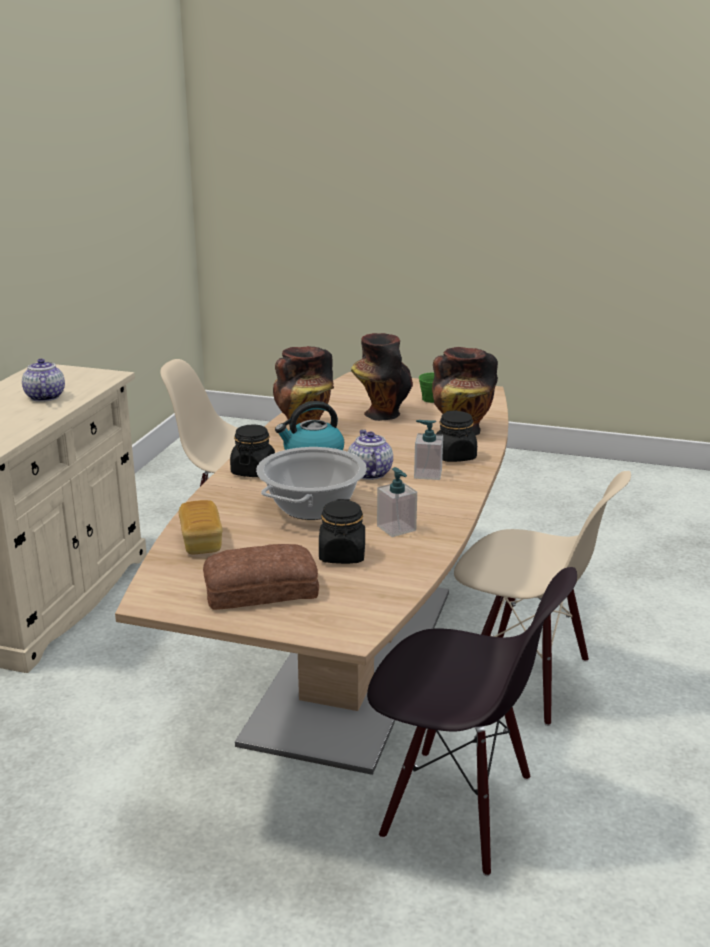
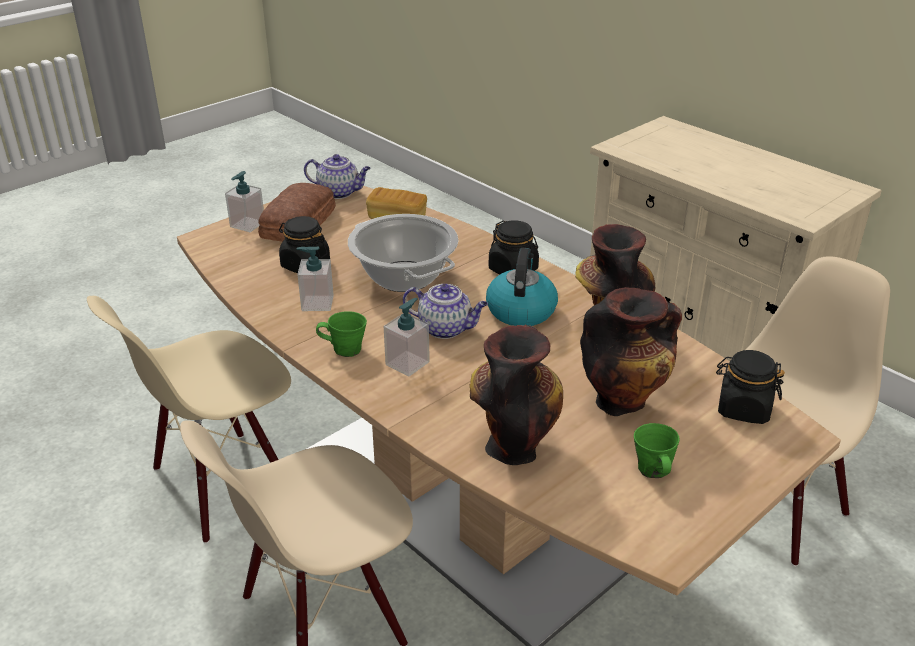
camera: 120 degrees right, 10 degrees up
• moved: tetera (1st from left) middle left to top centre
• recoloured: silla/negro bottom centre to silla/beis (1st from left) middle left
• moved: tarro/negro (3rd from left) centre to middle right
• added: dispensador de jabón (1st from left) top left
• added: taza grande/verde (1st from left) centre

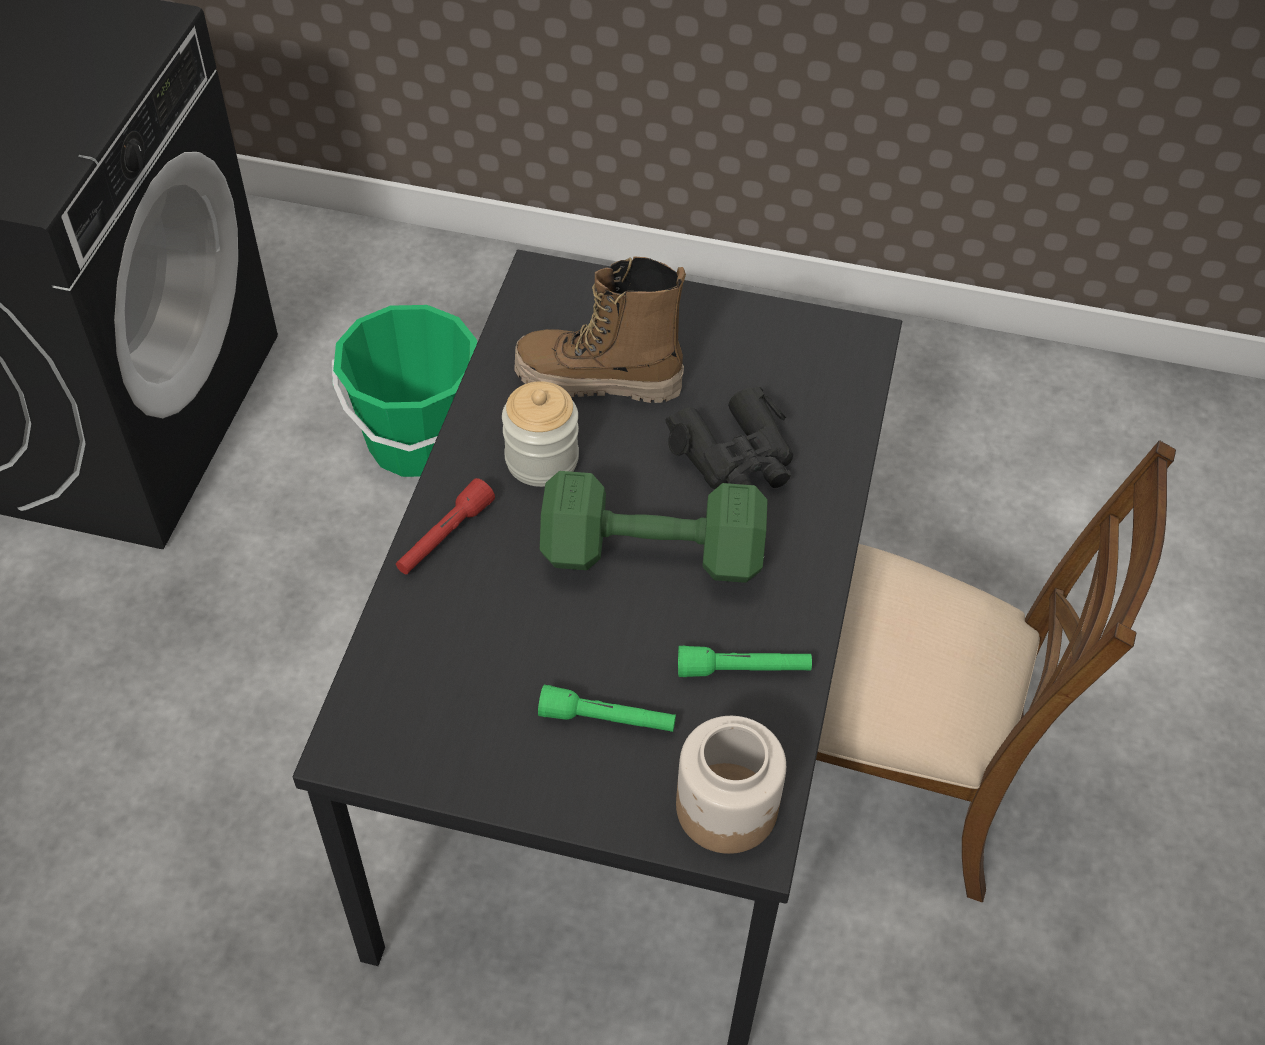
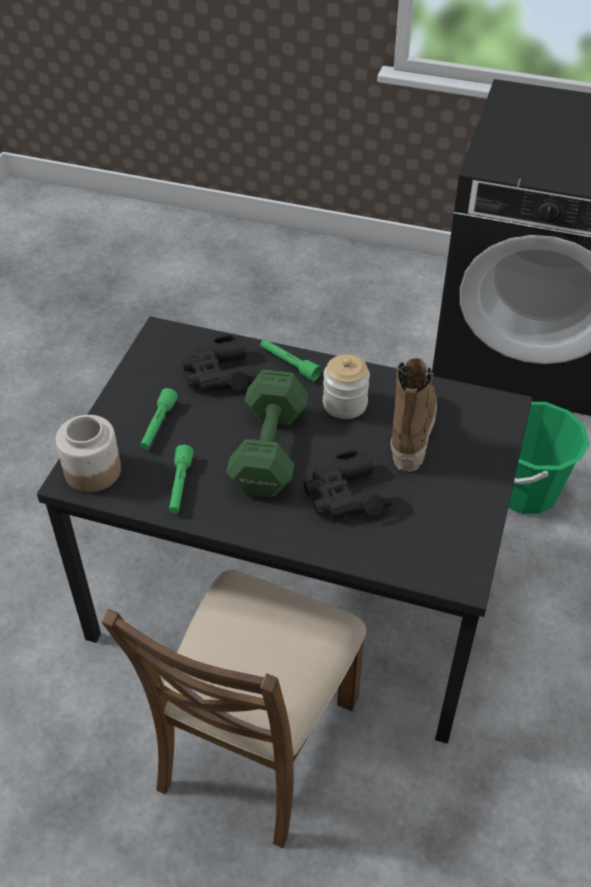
camera: 95 degrees right, 5 degrees down
• recoloured: linterna/rojo centre to linterna/verde (3rd from left) centre
• added: prismáticos/negro (1st from left) centre

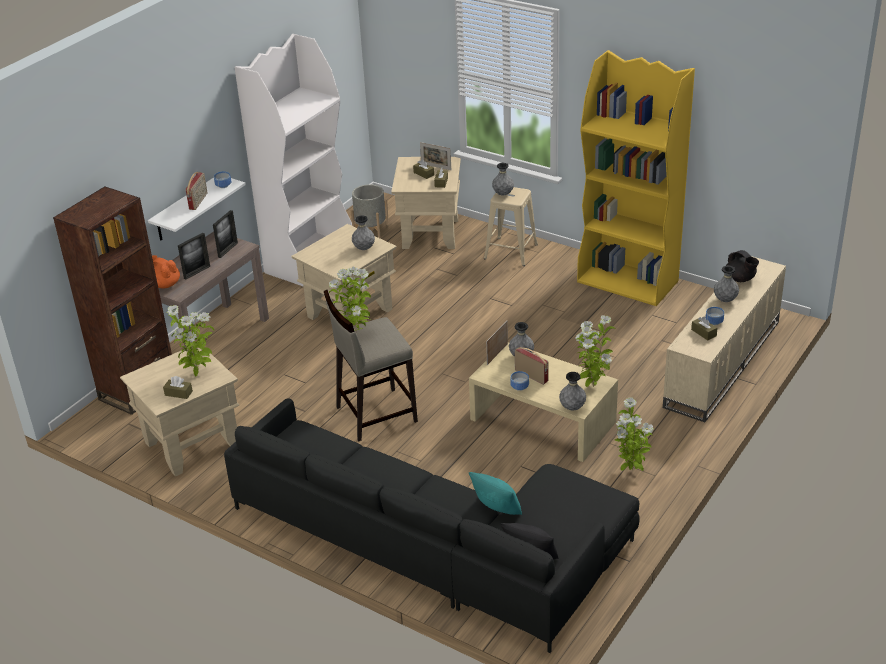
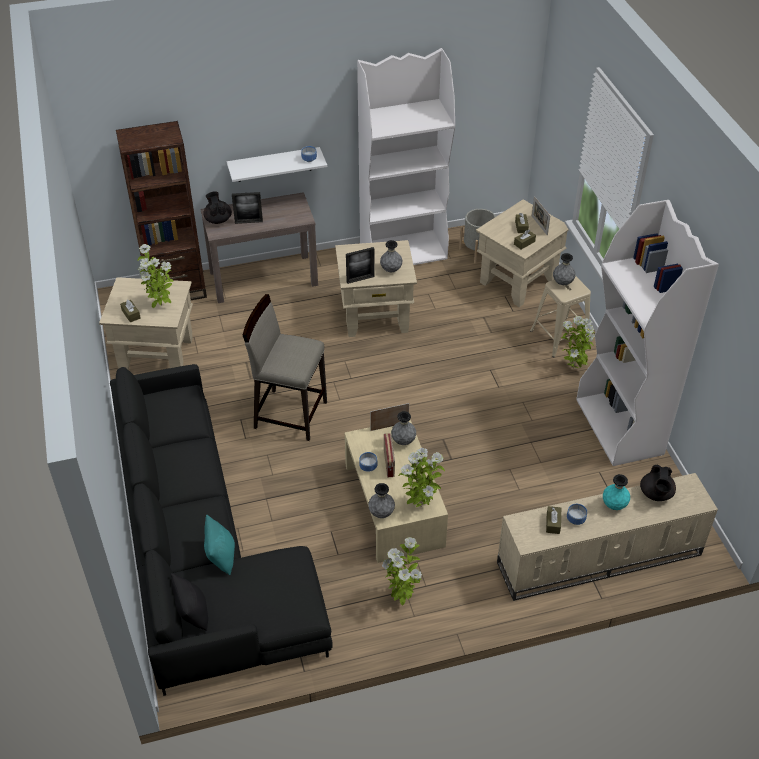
camera: 40 degrees right, 10 degrees up
• recoloured: tetera/naranja middle left to tetera/negro (1st from left) top left
• removed: radio (1st from left) top left
• moved: portarretratos (2nd from left) middle left to centre
• moved: planta en maceta (2nd from left in the first image) centre to planta en maceta (4th from left) middle right
• recoloured: estantería/amarillo top right to estantería/blanco (2nd from left) middle right
• recoloured: florero/gris (5th from left) middle right to florero/turquesa middle right

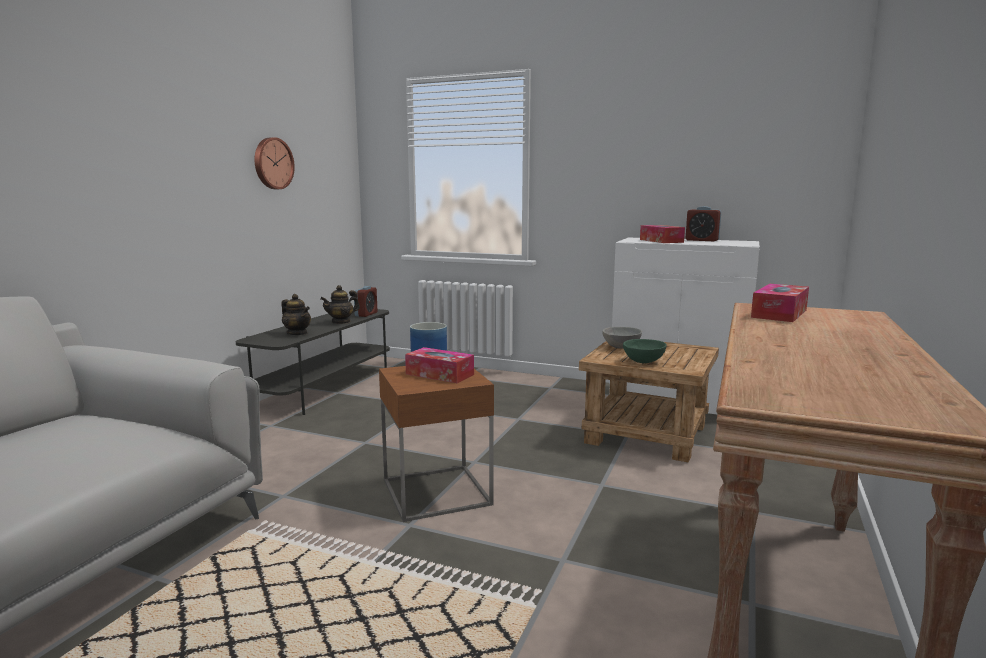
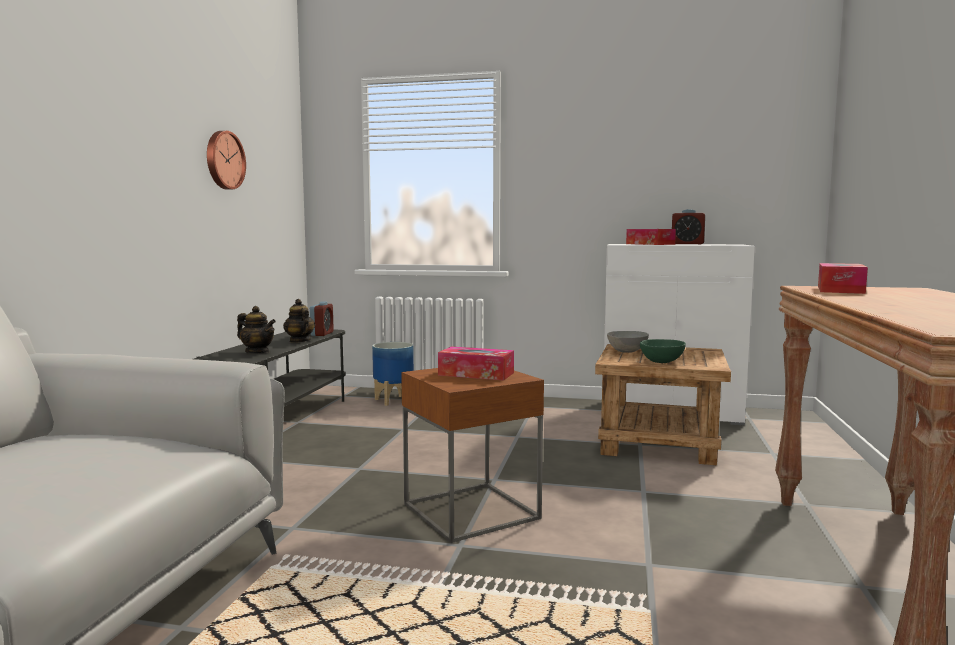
camera: 10 degrees left, 5 degrees down
• turned: tetera (2nd from left) centre = middle left 105 degrees clockwise

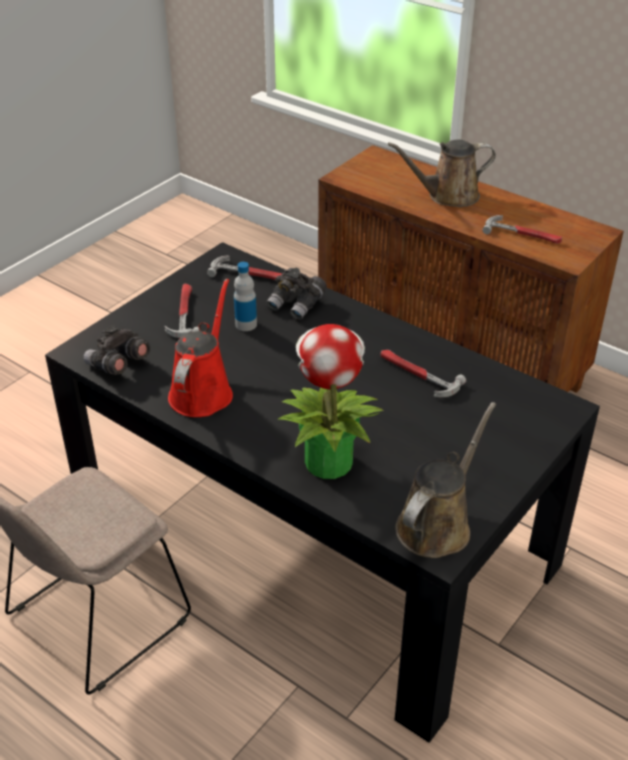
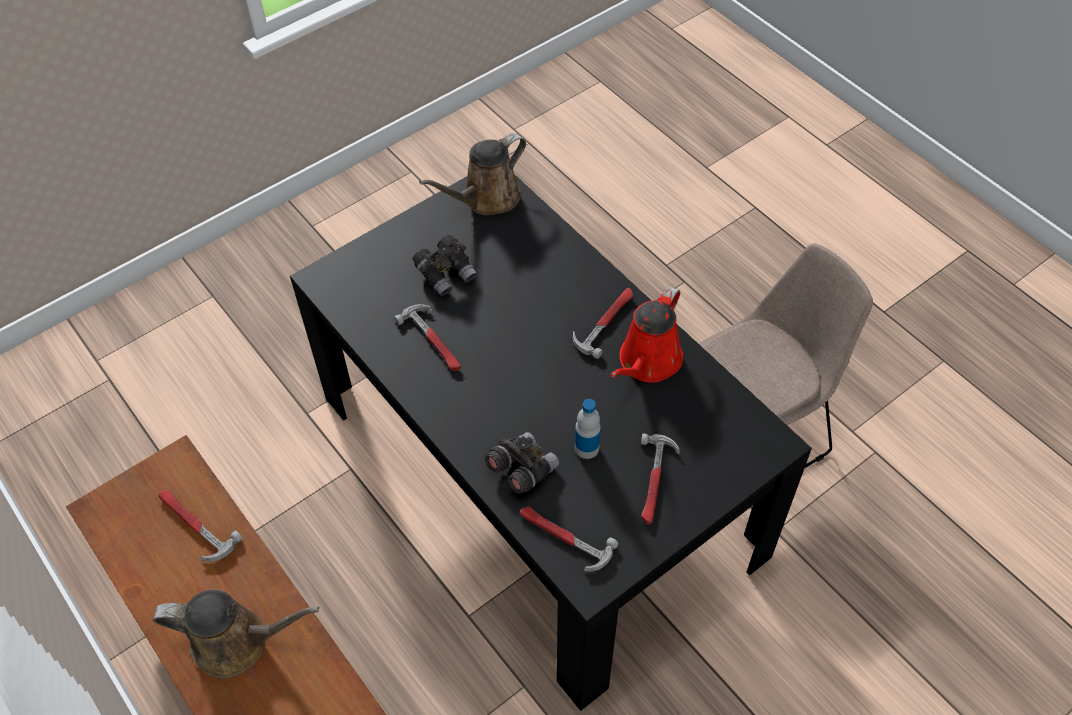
camera: 165 degrees left, 15 degrees up
• moved: prismáticos/gris (1st from left) middle left to centre
• removed: planta en maceta centre
• added: martillo (4th from left) centre

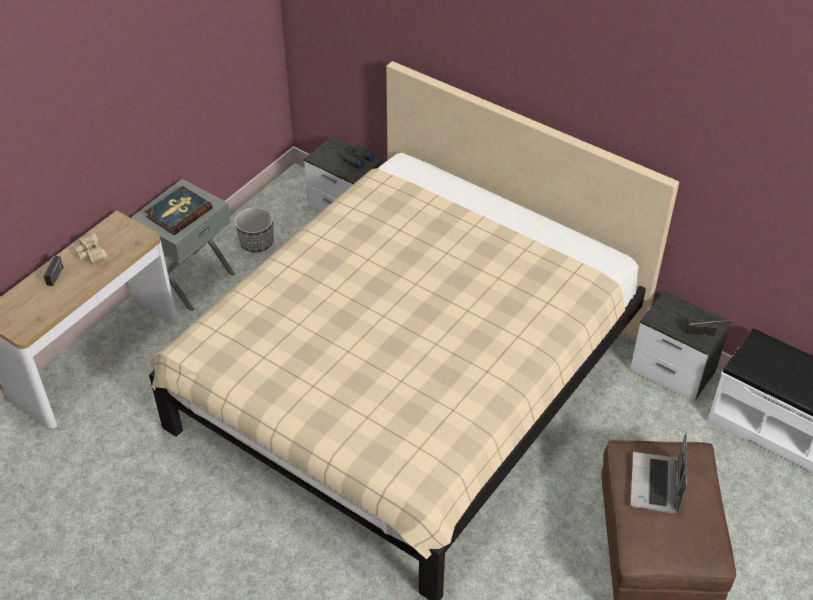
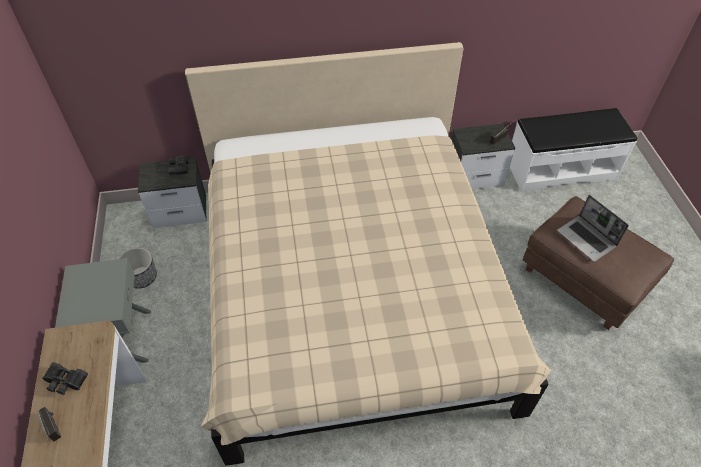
camera: 45 degrees left, 5 degrees up
• recoloured: prismáticos/beis middle left to prismáticos/negro (1st from left) bottom left
• removed: libro middle left

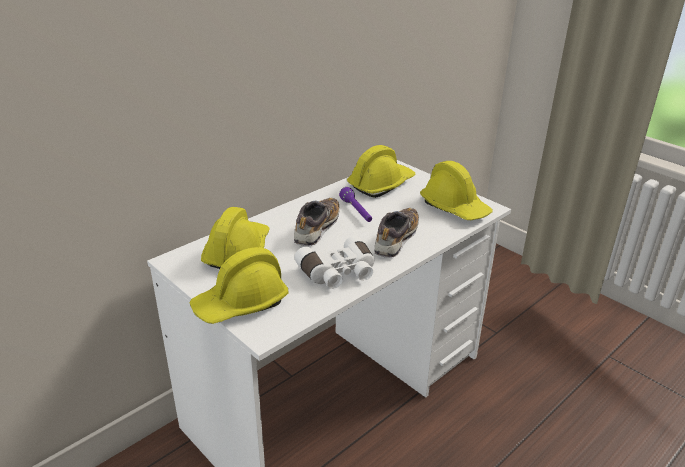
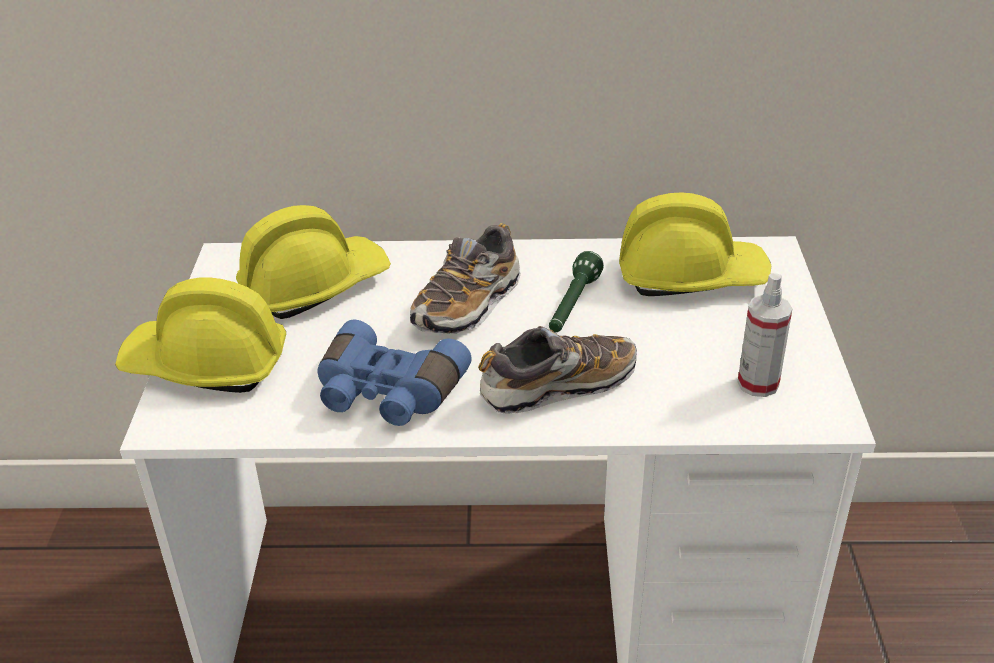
camera: 45 degrees right, 5 degrees up
• turned: zapato (1st from left) centre = centre 150 degrees clockwise
• recoloured: prismáticos/blanco centre to prismáticos/azul centre
• recoloured: linterna/morado centre to linterna/verde centre
• replaced: casco/amarillo (4th from left) centre to pulverizador middle right

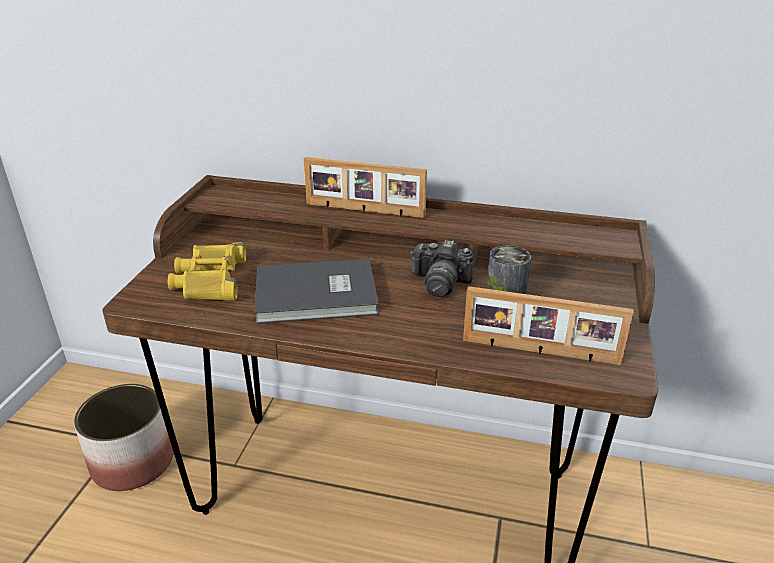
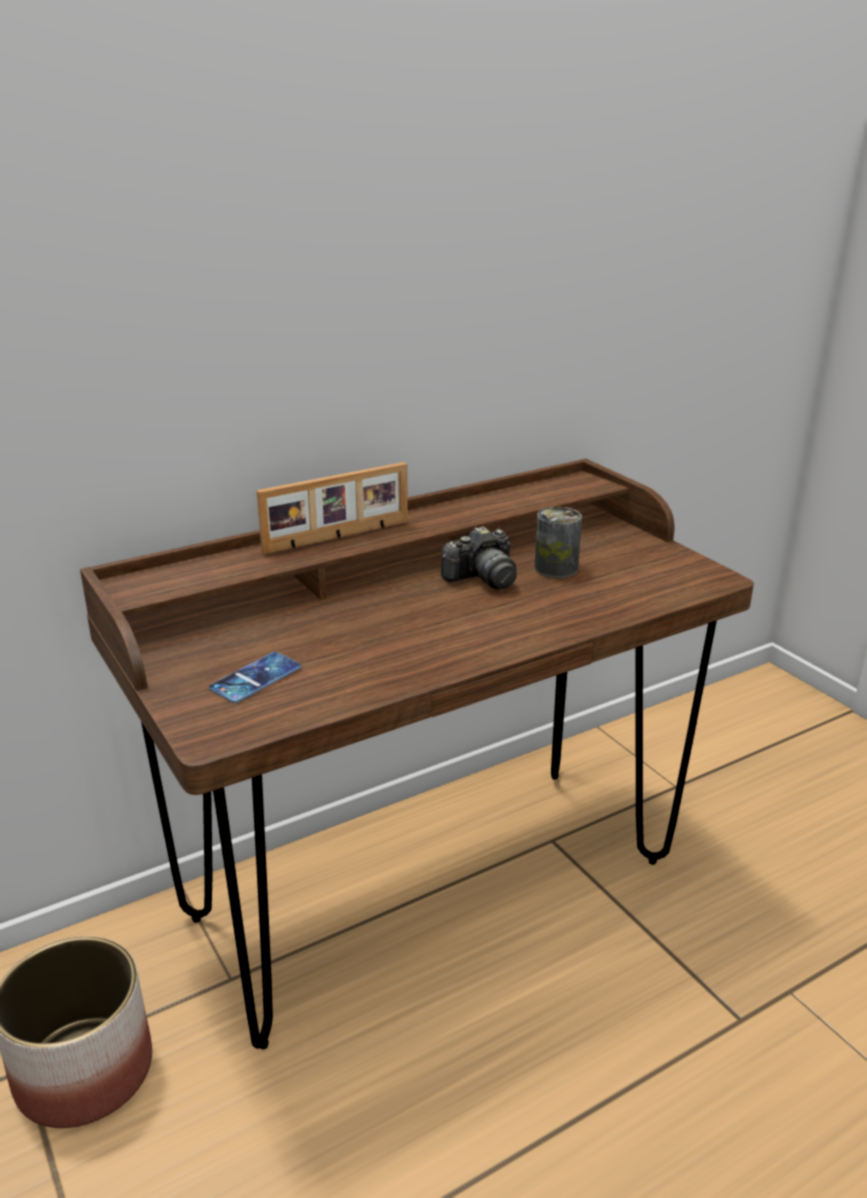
camera: 45 degrees left, 5 degrees down
• replaced: prismáticos/amarillo middle left to móvil middle left
• removed: libro/gris centre
• removed: portarretratos (2nd from left) middle right

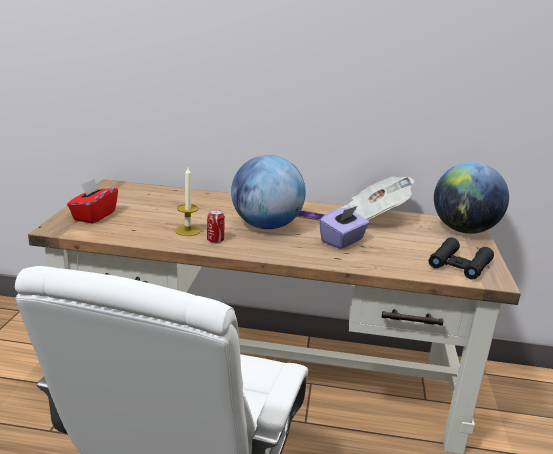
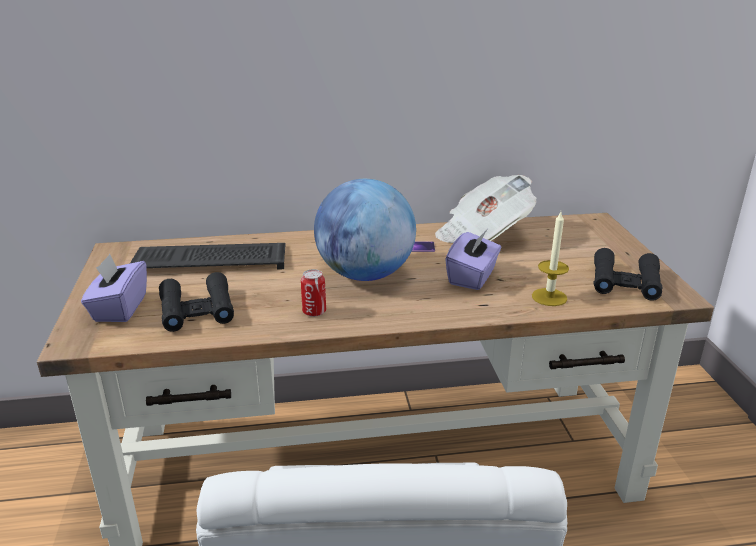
camera: 15 degrees left, 5 degrees up
• recoloured: caja de pañuelos/rojo middle left to caja de pañuelos/morado (1st from left) middle left
• moved: vela centre to middle right
• removed: globo terráqueo (2nd from left) middle right
• added: teclado middle left
• added: prismáticos/negro (1st from left) middle left

